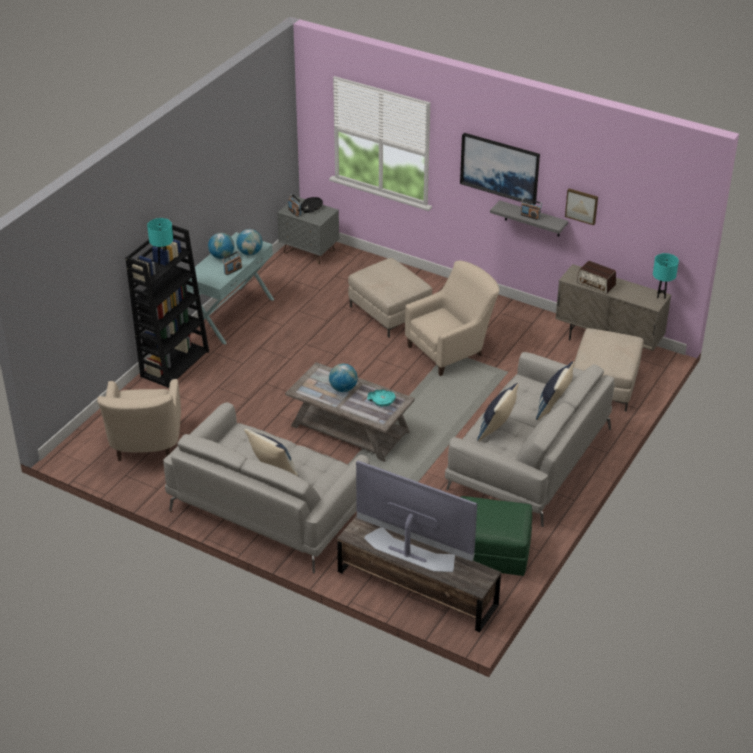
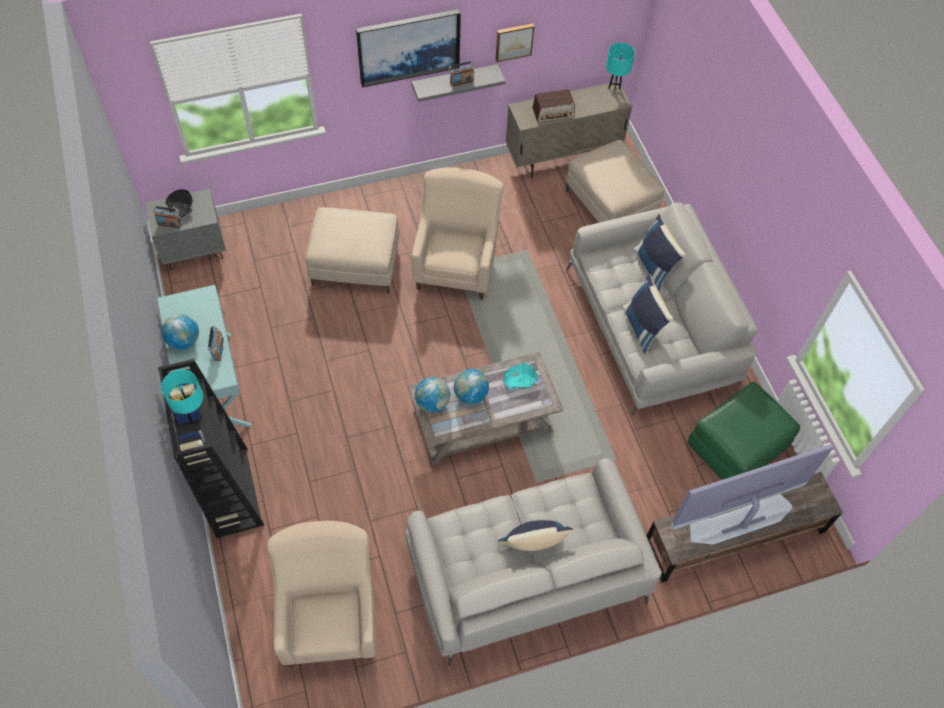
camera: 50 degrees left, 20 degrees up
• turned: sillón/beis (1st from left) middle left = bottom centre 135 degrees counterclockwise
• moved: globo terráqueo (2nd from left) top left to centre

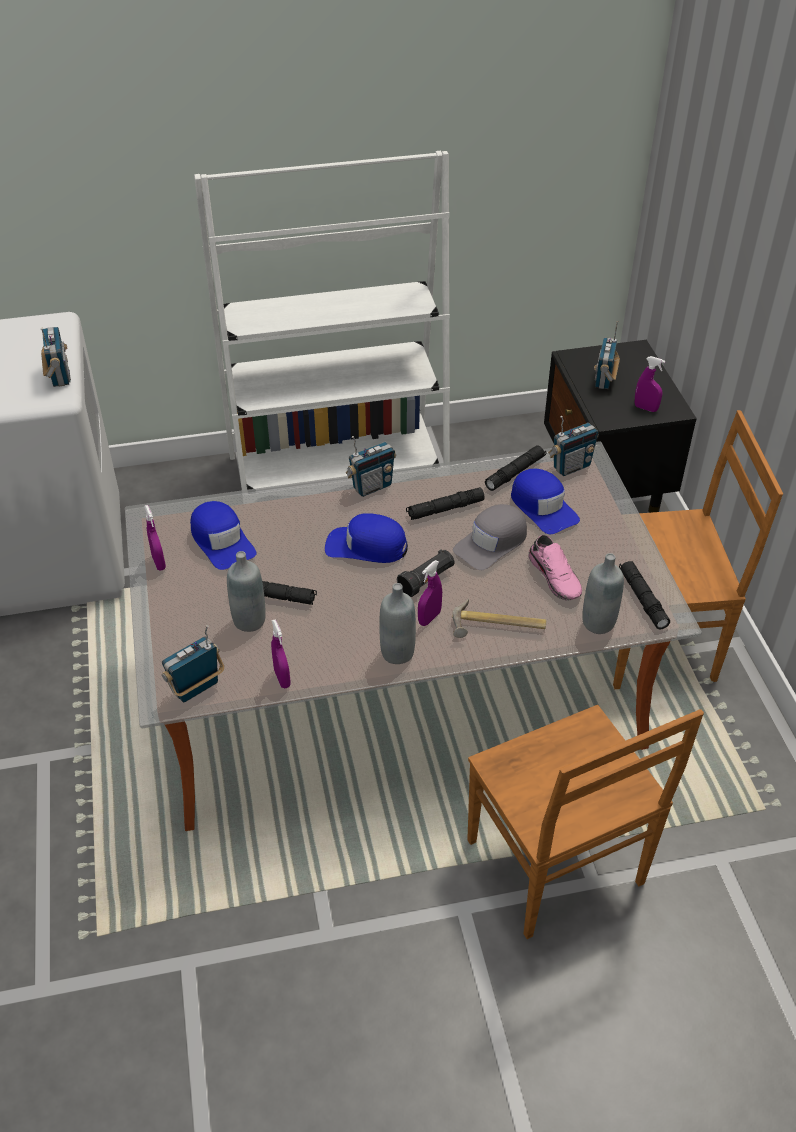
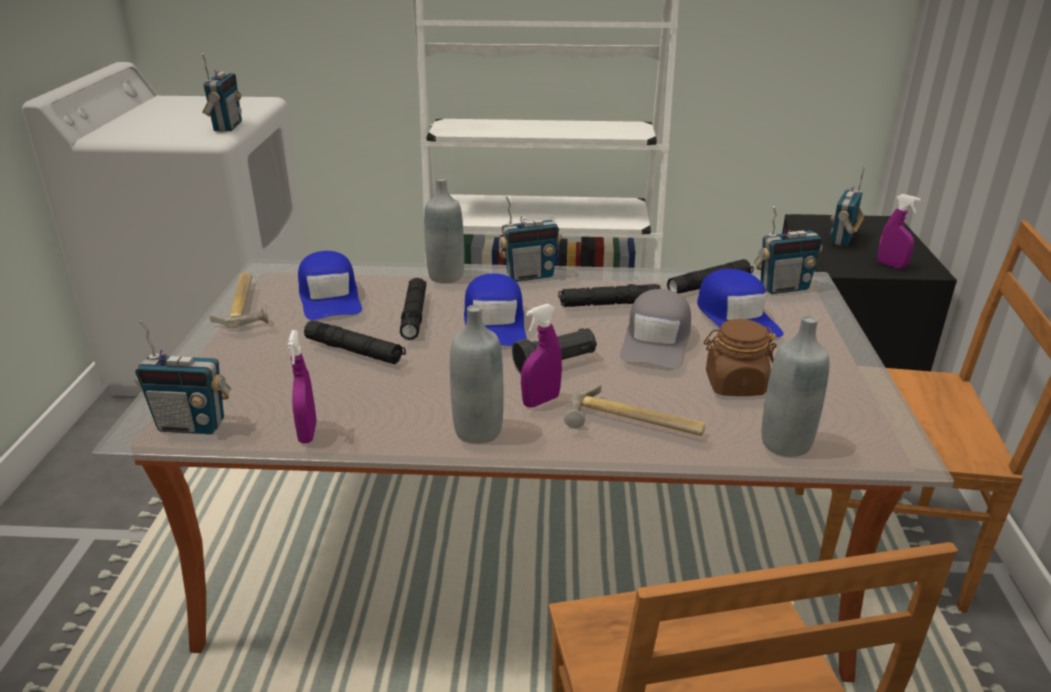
camera: 15 degrees right, 15 degrees down
• replaced: pulverizador/morado (1st from left) middle left to martillo (1st from left) middle left
• turned: radio (2nd from left in the first image) middle left = middle left 150 degrees counterclockwise
• moved: botella/gris (1st from left) middle left to top centre
• turned: gorra/azul (2nd from left) centre = centre 120 degrees counterclockwise
• turned: gorra/gris centre = centre 45 degrees counterclockwise
• replaced: zapato/rosa middle right to tarro/marrón middle right
• moved: linterna/negro (5th from left in the first image) middle right to linterna/negro (2nd from left) centre

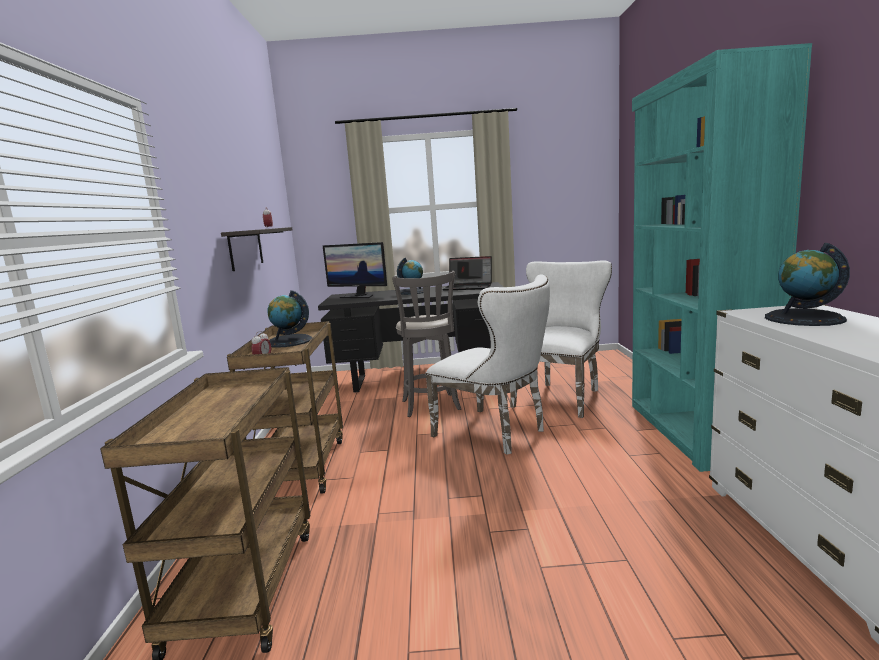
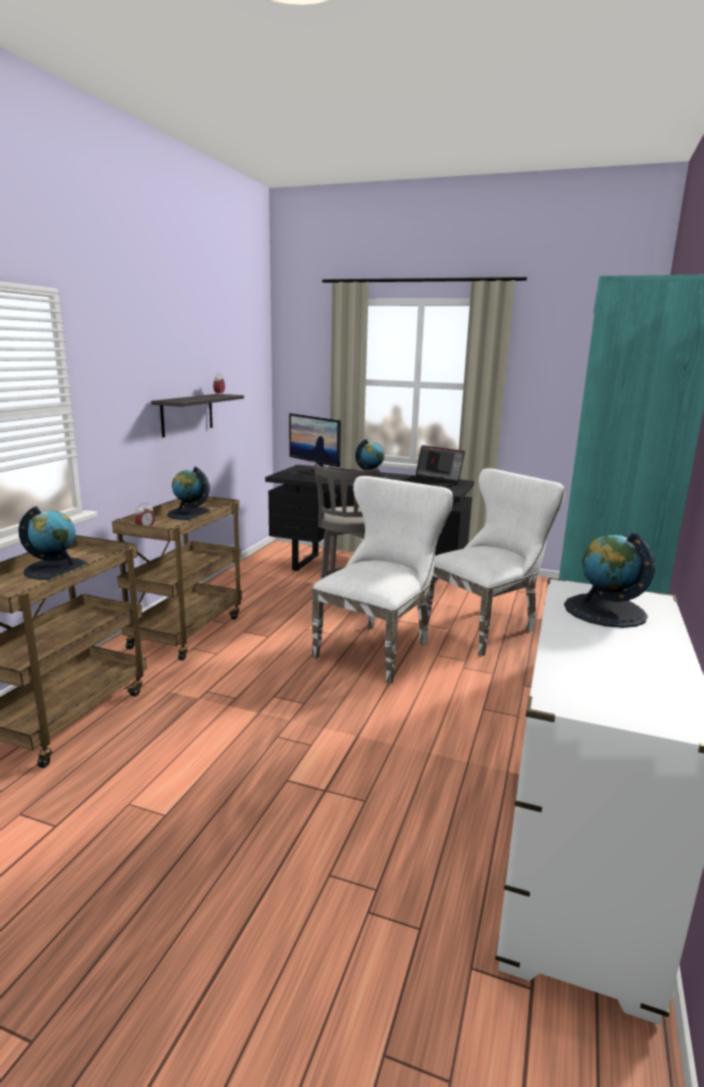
camera: 20 degrees right, 5 degrees up
• turned: silla/blanco (1st from left) centre = centre 120 degrees counterclockwise
• added: globo terráqueo (1st from left) middle left

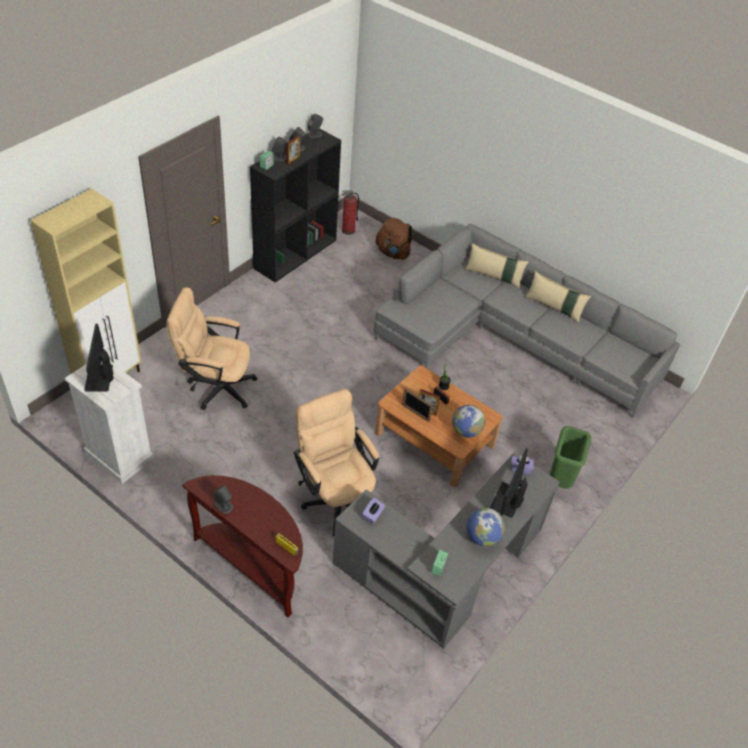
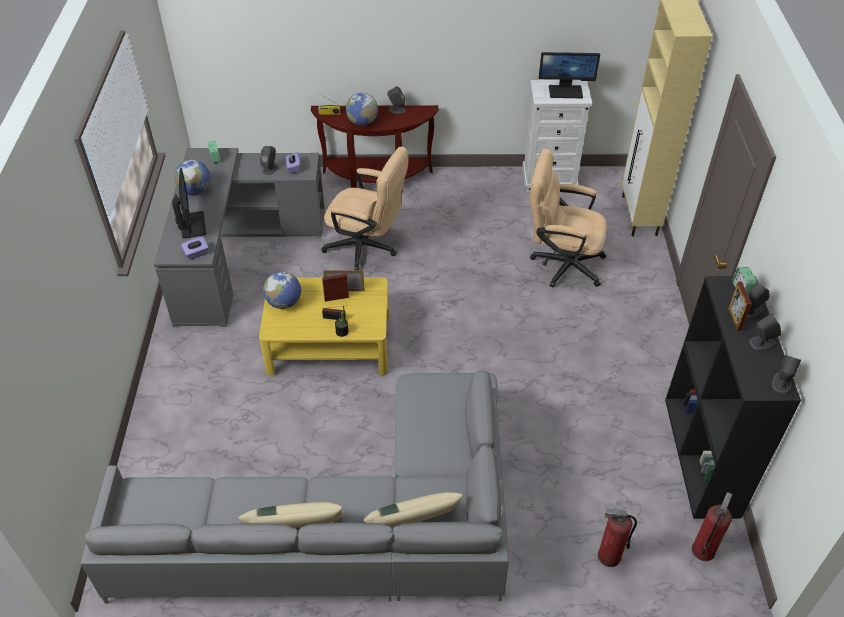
camera: 145 degrees right, 0 degrees up
• turned: monitor (1st from left in the first image) middle left = top right 135 degrees clockwise
• turned: silla de oficina/beis (1st from left in the first image) middle left = middle right 135 degrees counterclockwise
• recoloured: mesa de centro/marrón centre to mesa de centro/amarillo centre
• replaced: mochila/marrón top centre to extintor (1st from left) bottom right
• removed: papelera/verde middle right
• added: altavoz/gris (1st from left) top left
• added: globo terráqueo (3rd from left) top centre

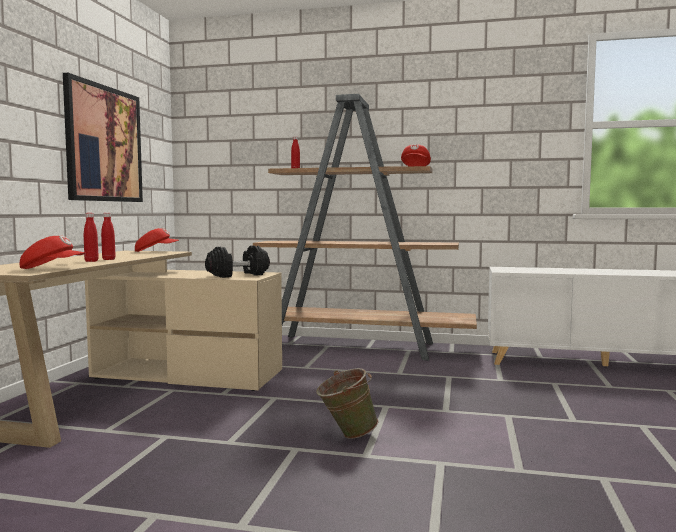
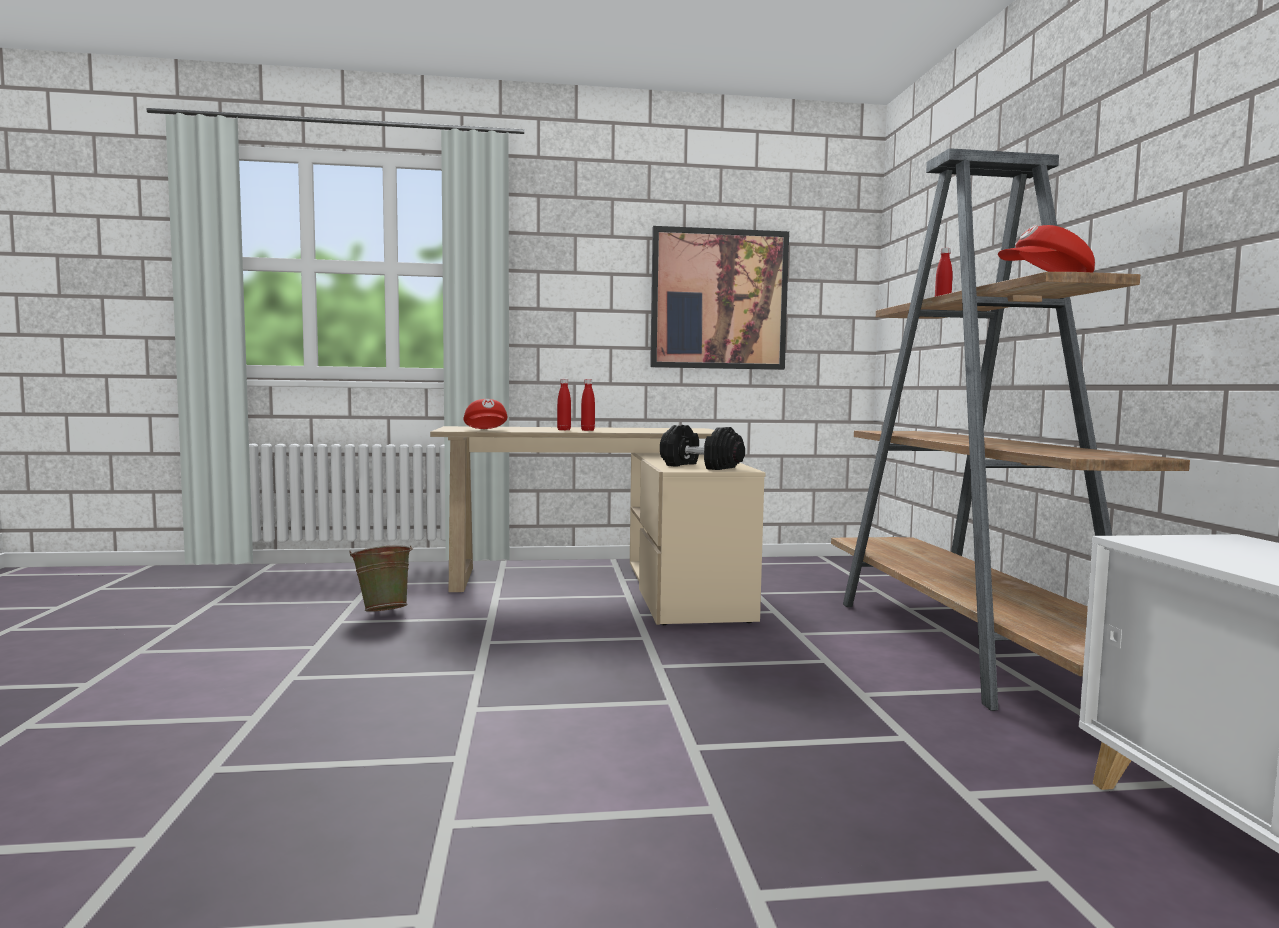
camera: 70 degrees right, 0 degrees up
• removed: gorra/rojo (2nd from left) middle left
• moved: cubo/verde bottom centre to middle left

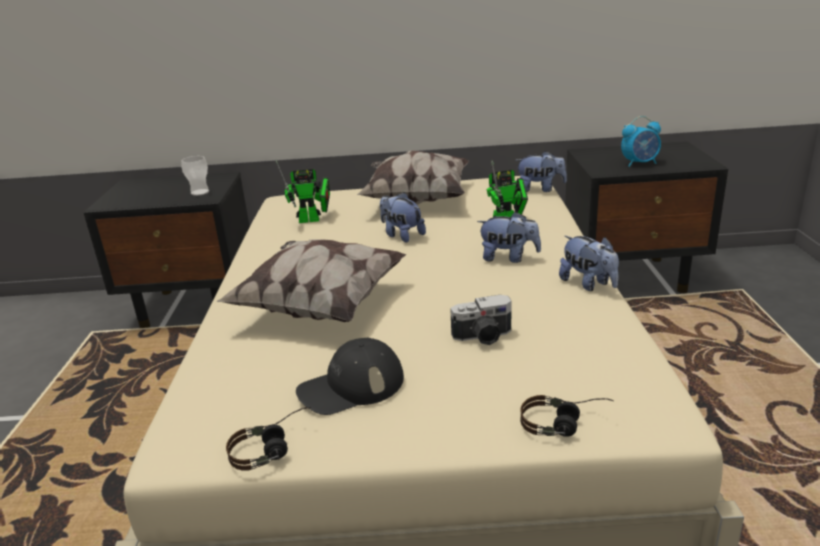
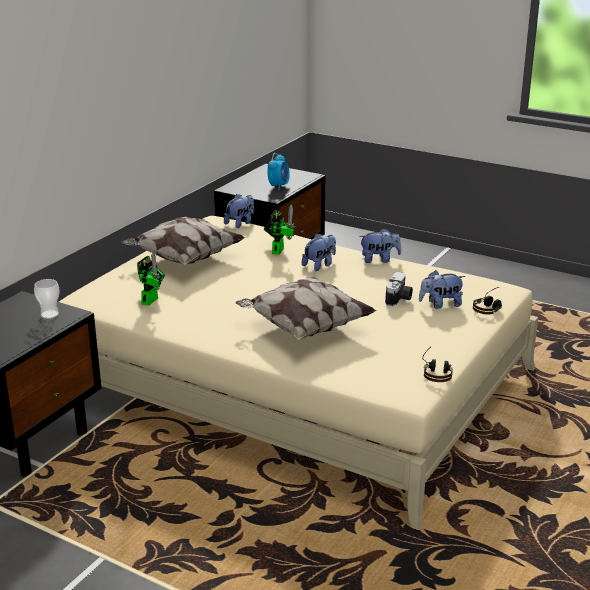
camera: 60 degrees left, 0 degrees up
• removed: gorra/negro bottom centre
• moved: peluche (1st from left in the first image) centre to peluche (4th from left) middle right

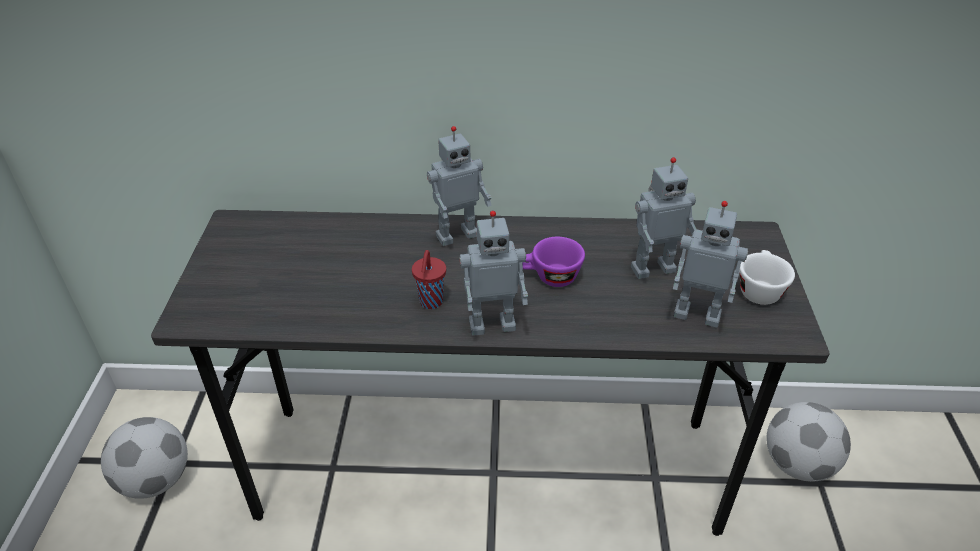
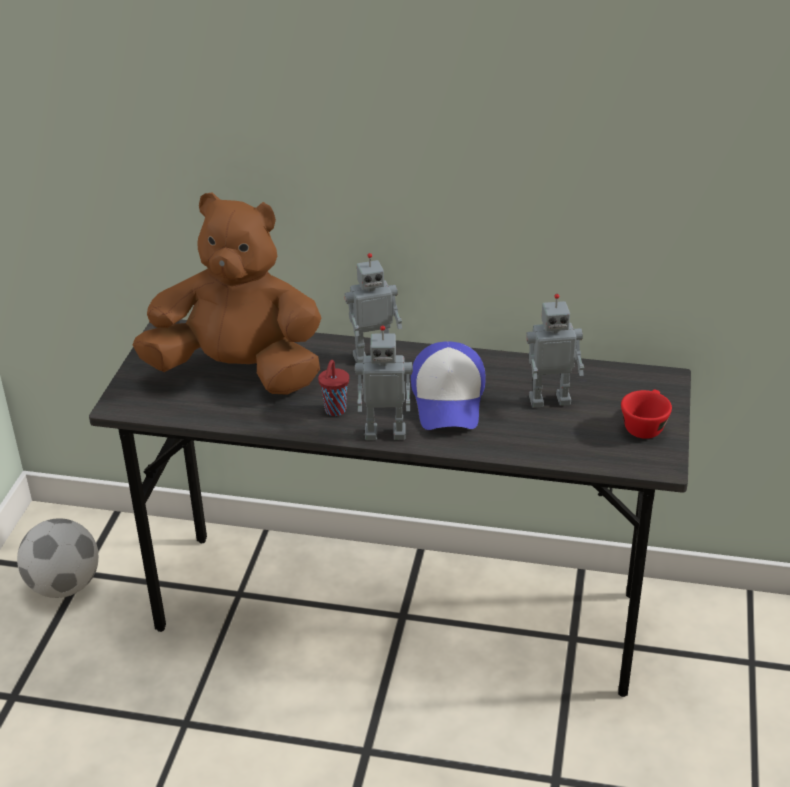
camera: 10 degrees right, 5 degrees down
• replaced: taza/morado centre to gorra centre
• removed: robot de juguete (4th from left) middle right
• recoloured: taza/blanco middle right to taza/rojo (2nd from left) middle right
• removed: balón de fútbol (2nd from left) bottom right
• added: peluche/marrón middle left

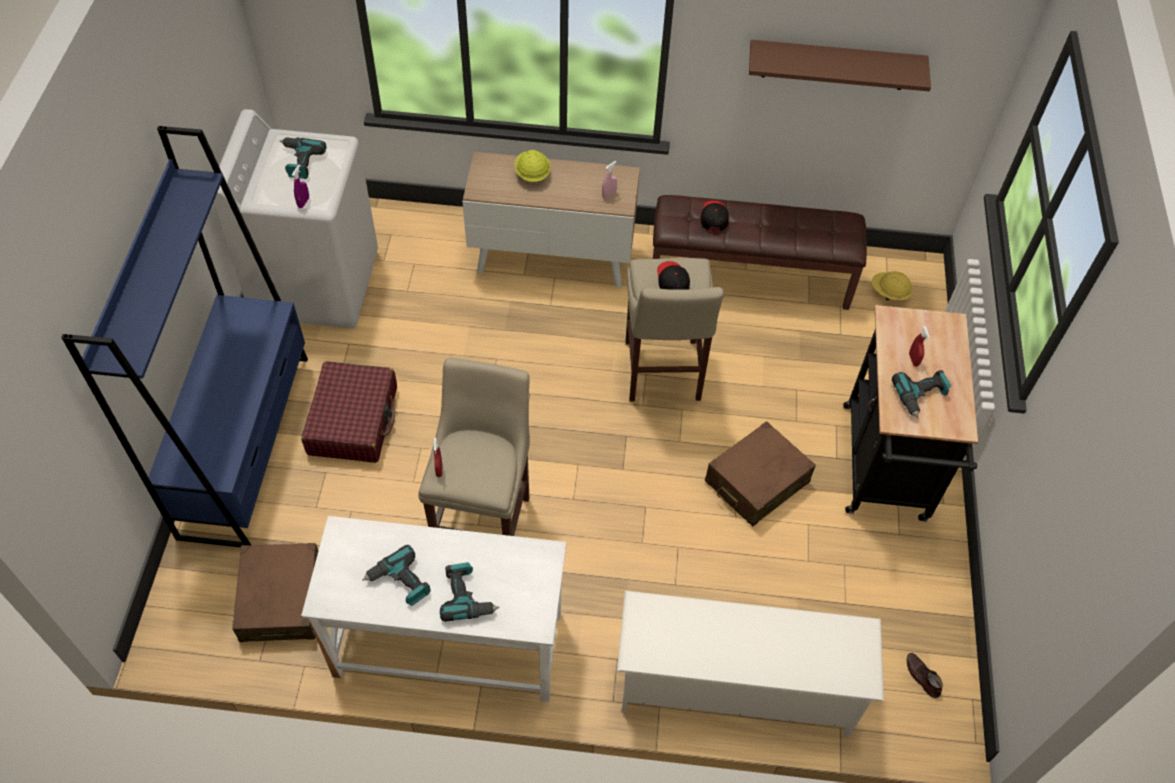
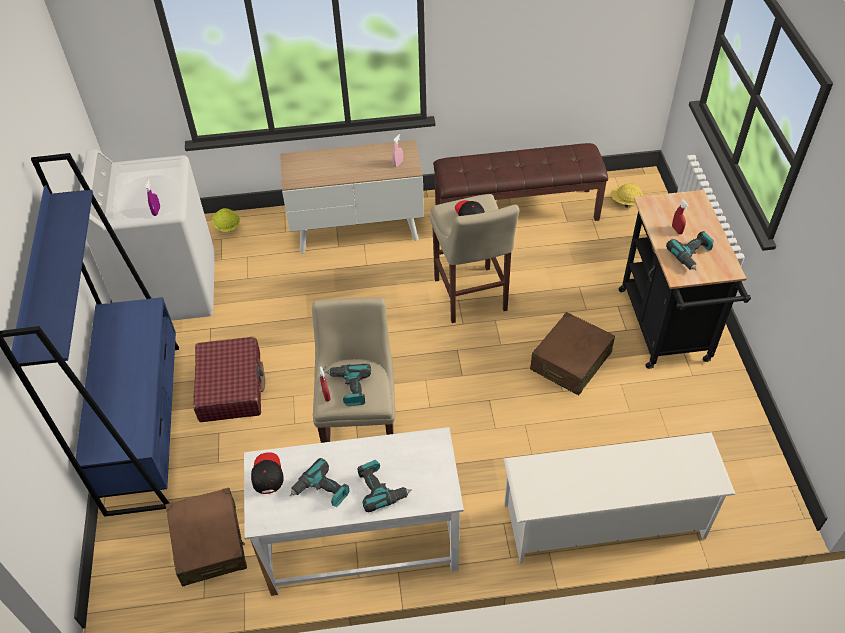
camera: 10 degrees left, 5 degrees down
• moved: taladro (1st from left in the first image) top left to taladro (2nd from left) centre
• moved: casco/amarillo (1st from left) top centre to middle left
• moved: gorra/negro (2nd from left in the first image) top centre to gorra/negro (1st from left) bottom left
• removed: estante/marrón top right
• removed: zapato/marrón bottom right

